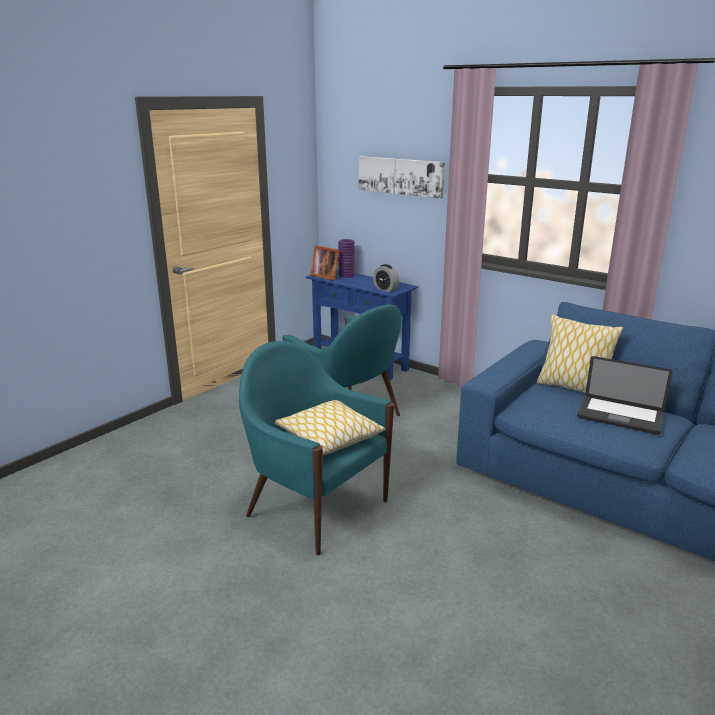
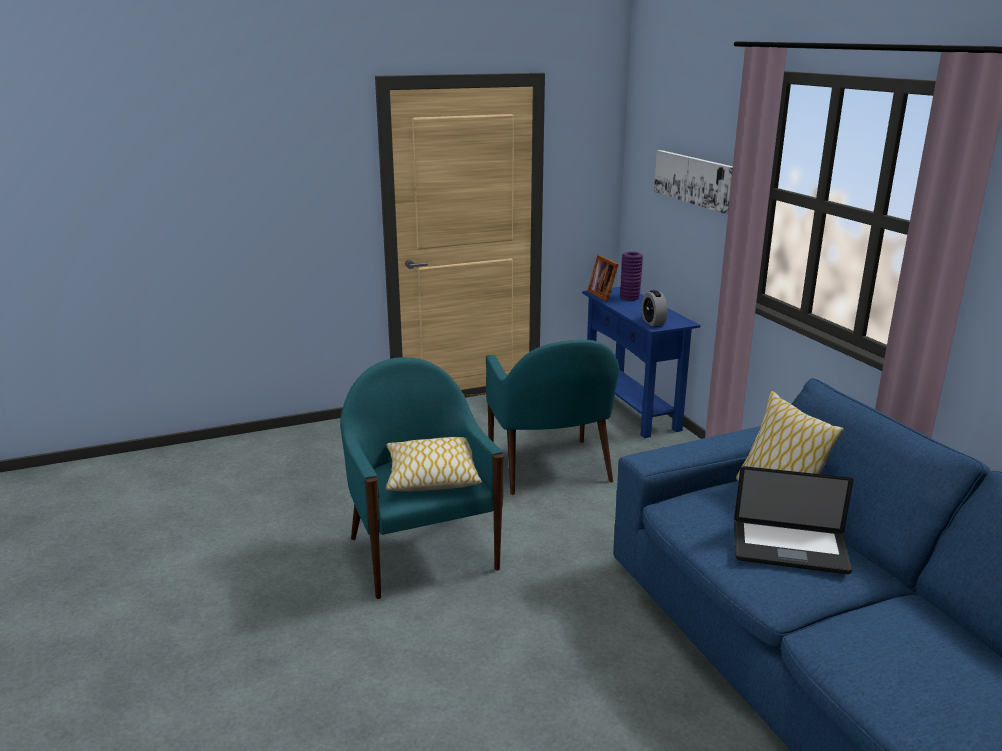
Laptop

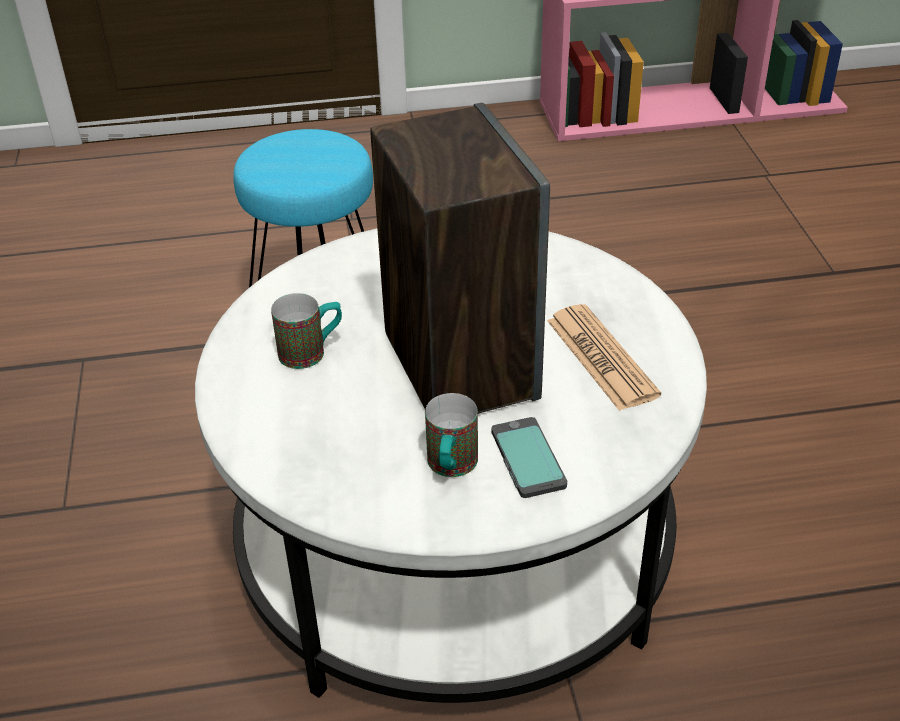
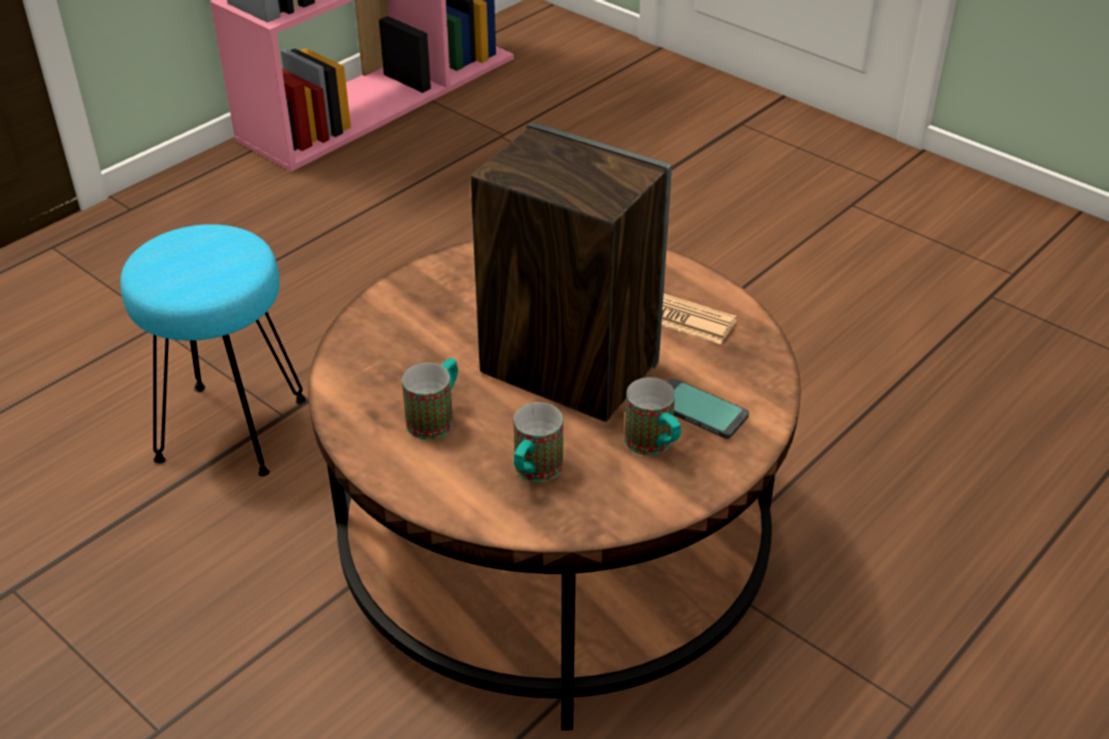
Henkelbecher (2nd from left)
Couchtisch [braun]

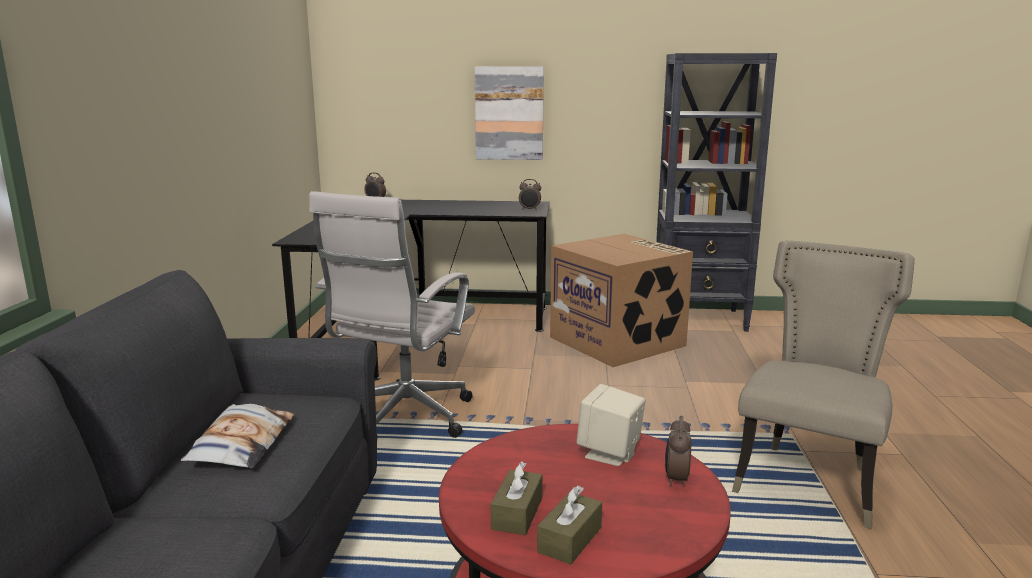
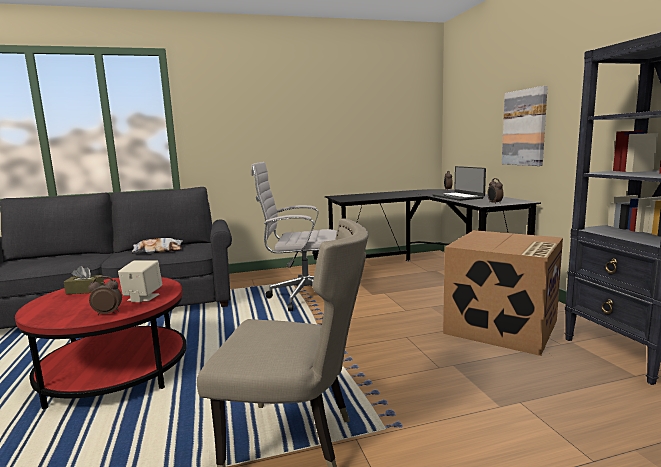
Taschentuchbox [braun] (2nd from left in the first image)
Laptop

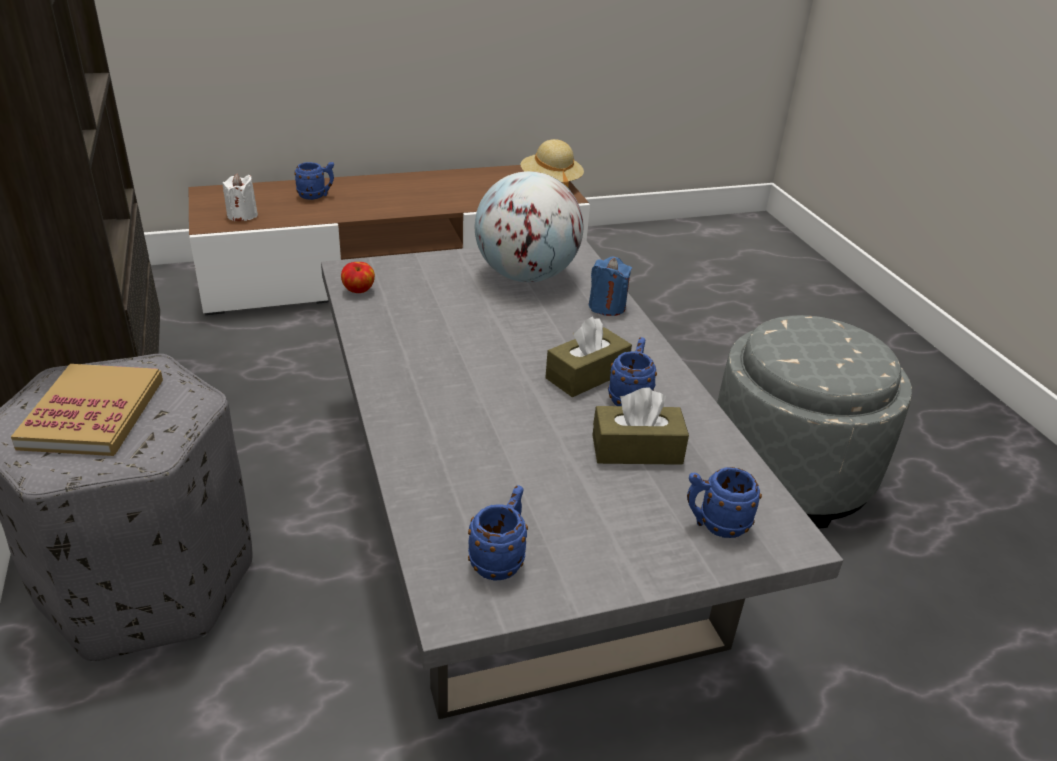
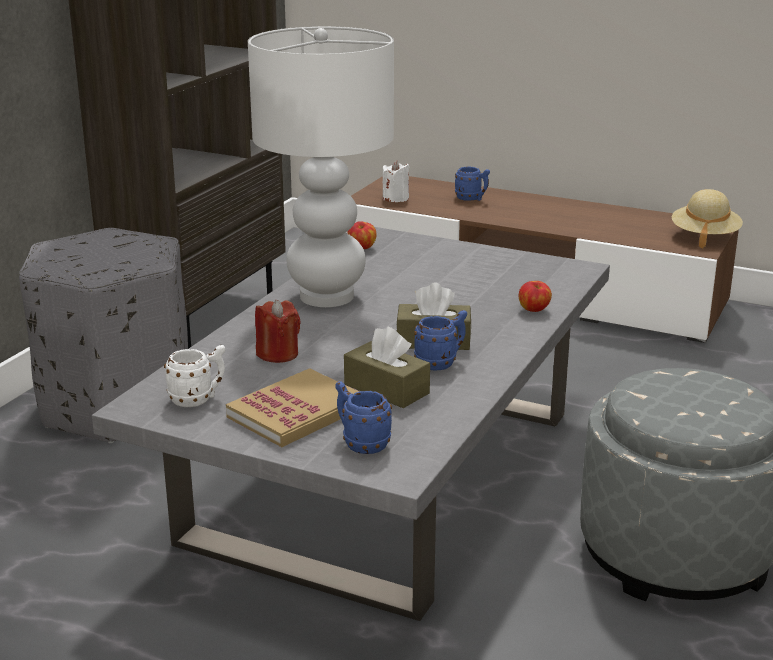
Globus
Tischlampe [weiß]
Kerze [rot]
Buch
Apfel (2nd from left)
Henkelbecher [weiß]

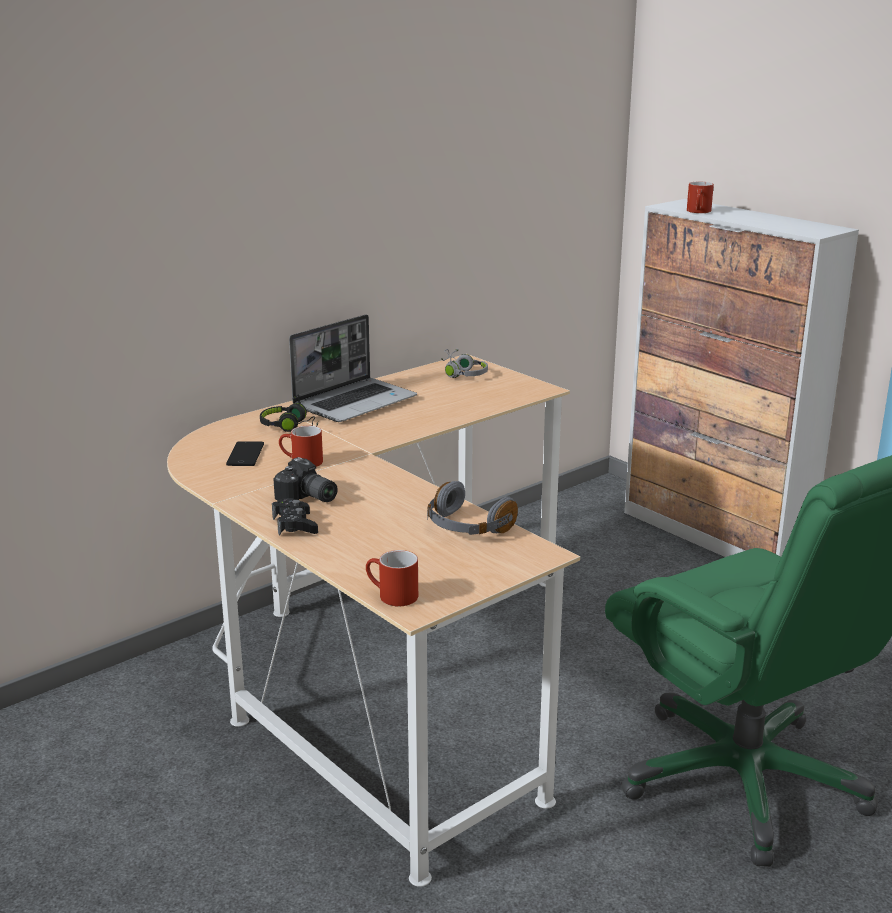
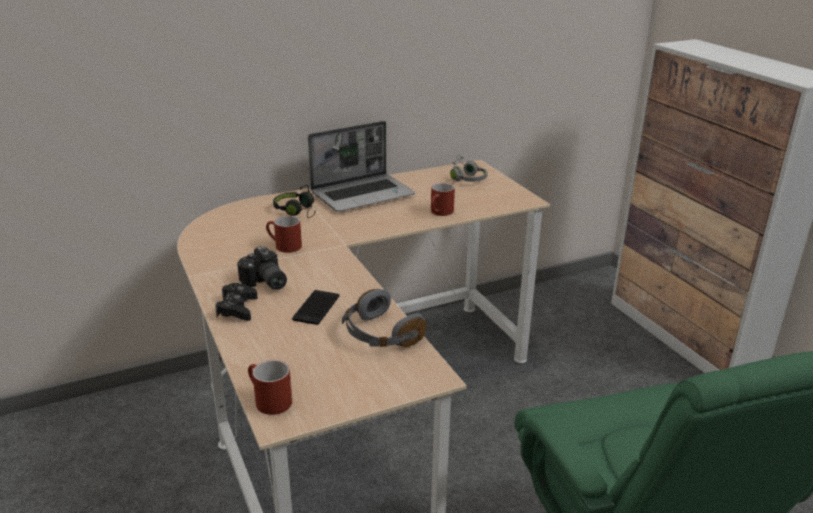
Handy
Henkelbecher [rot] (3rd from left)

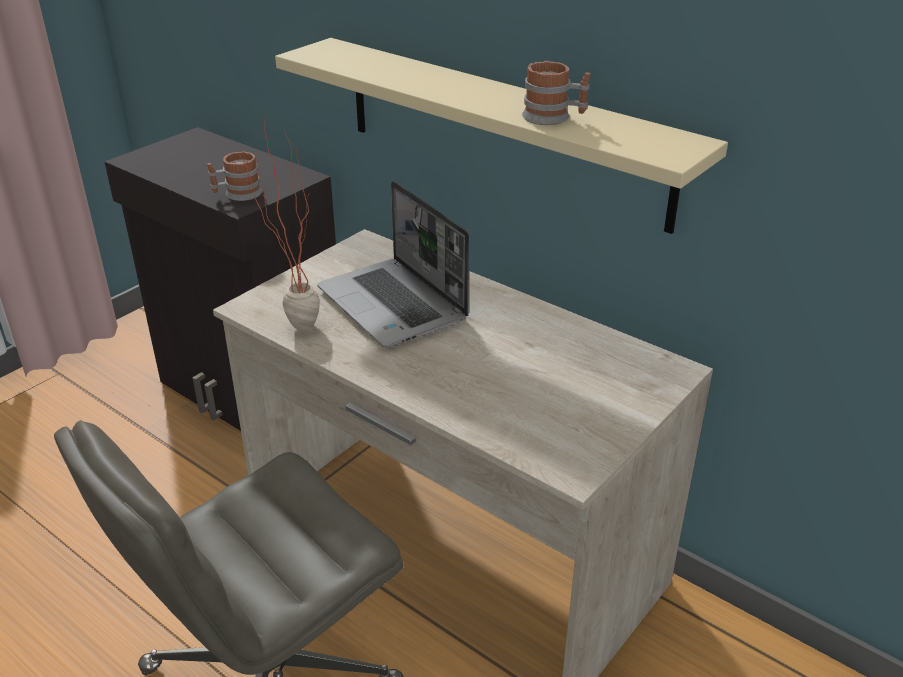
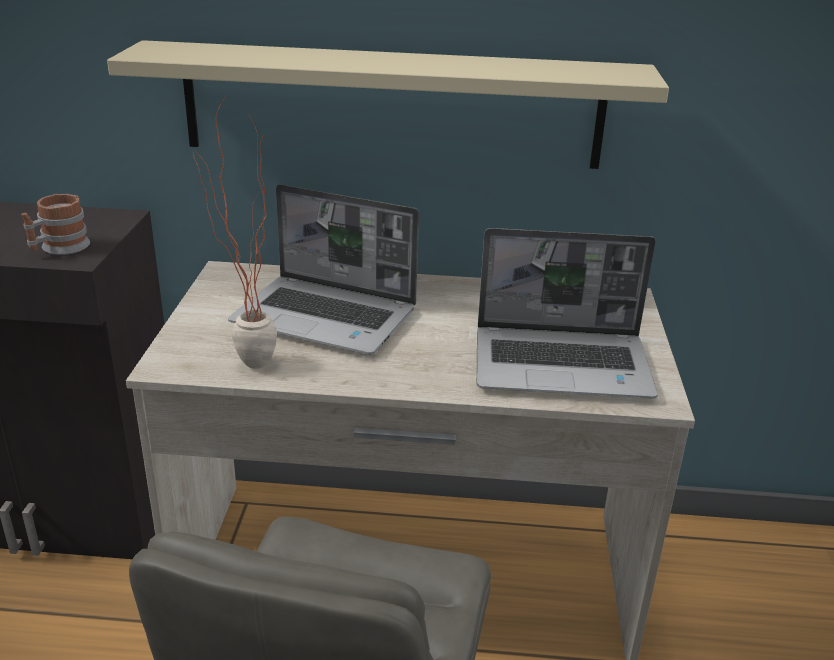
Henkelbecher (2nd from left in the first image)
Laptop (2nd from left)

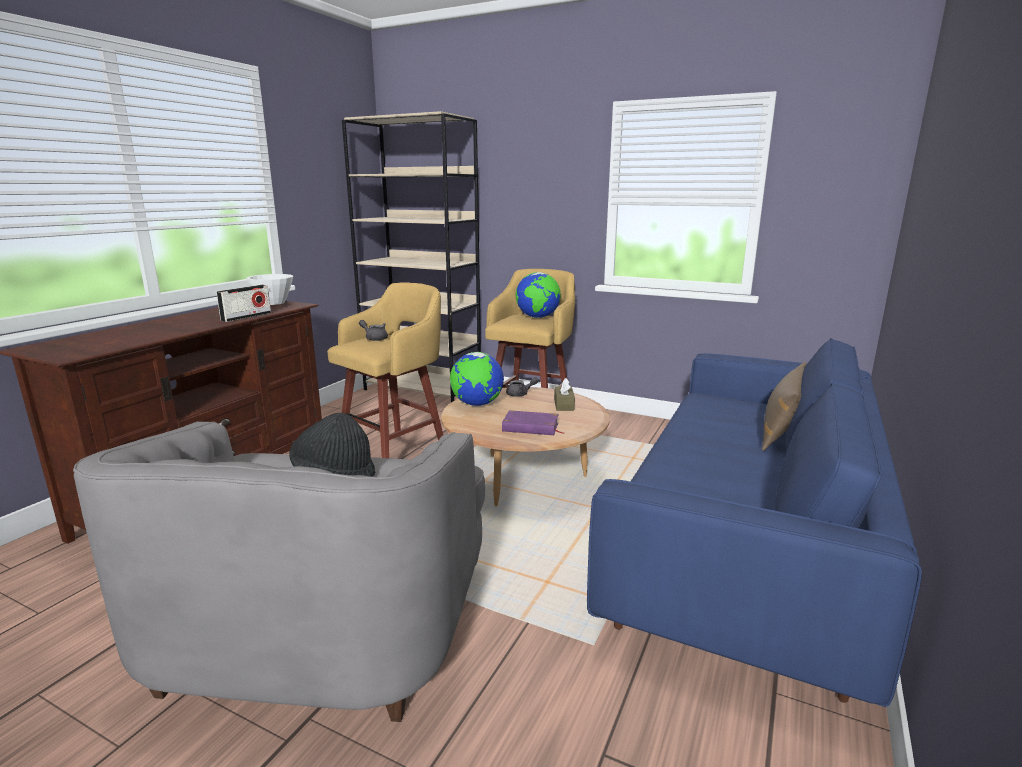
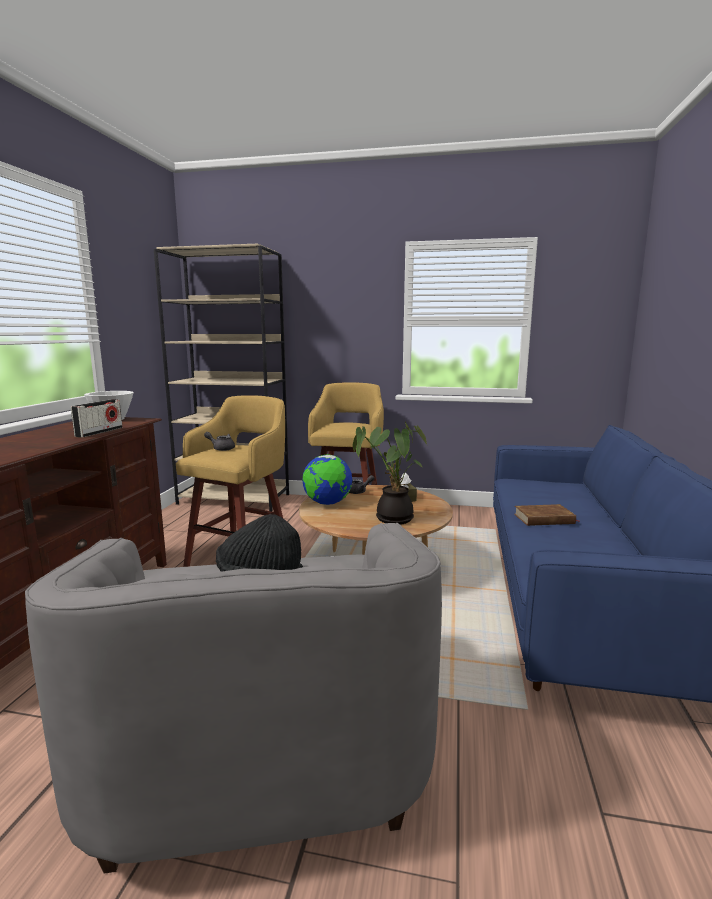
Globus (2nd from left in the first image)
Kissen [braun]
Buch [braun]
Topfpflanze

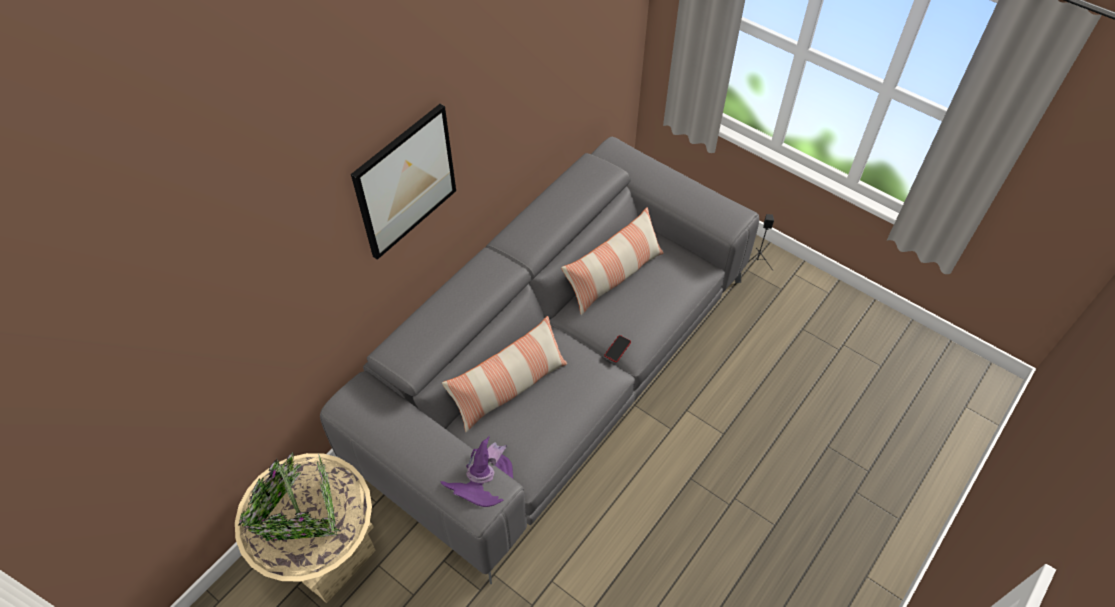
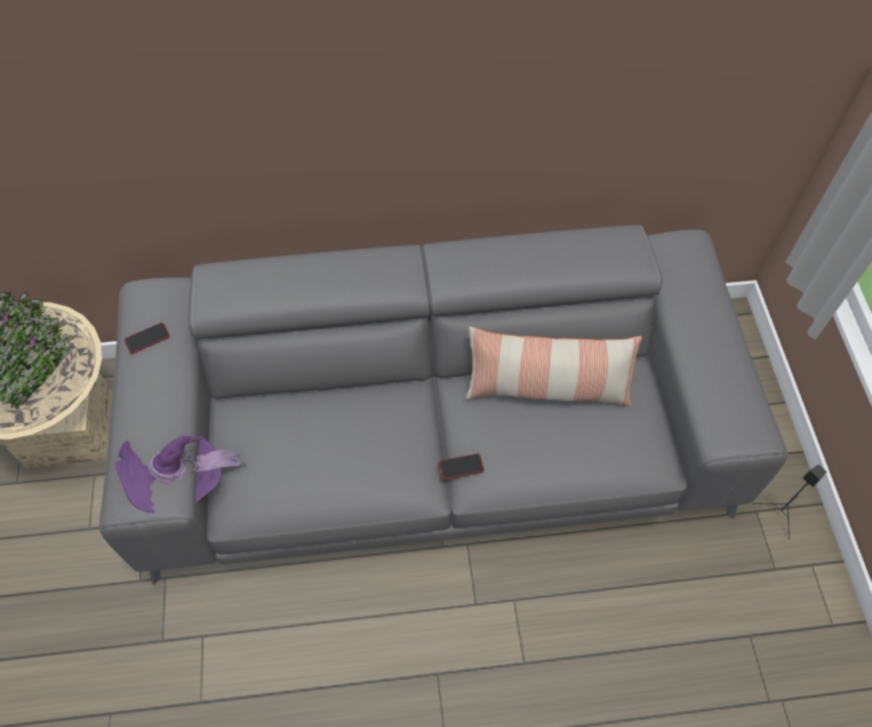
Bild
Kissen (1st from left in the first image)
Handy (1st from left)

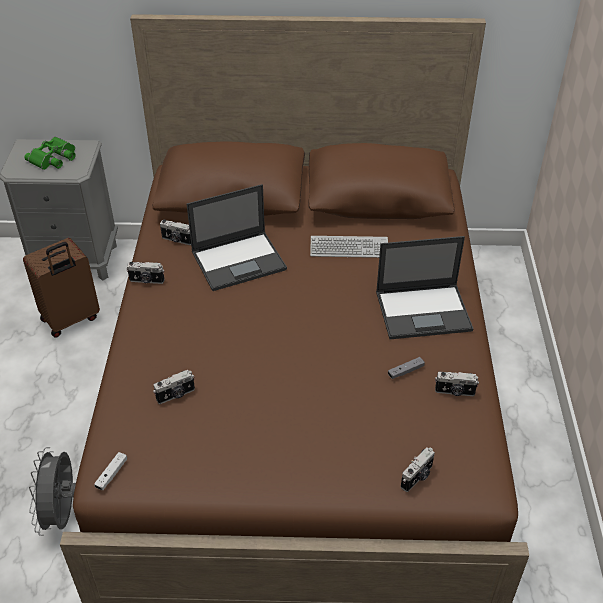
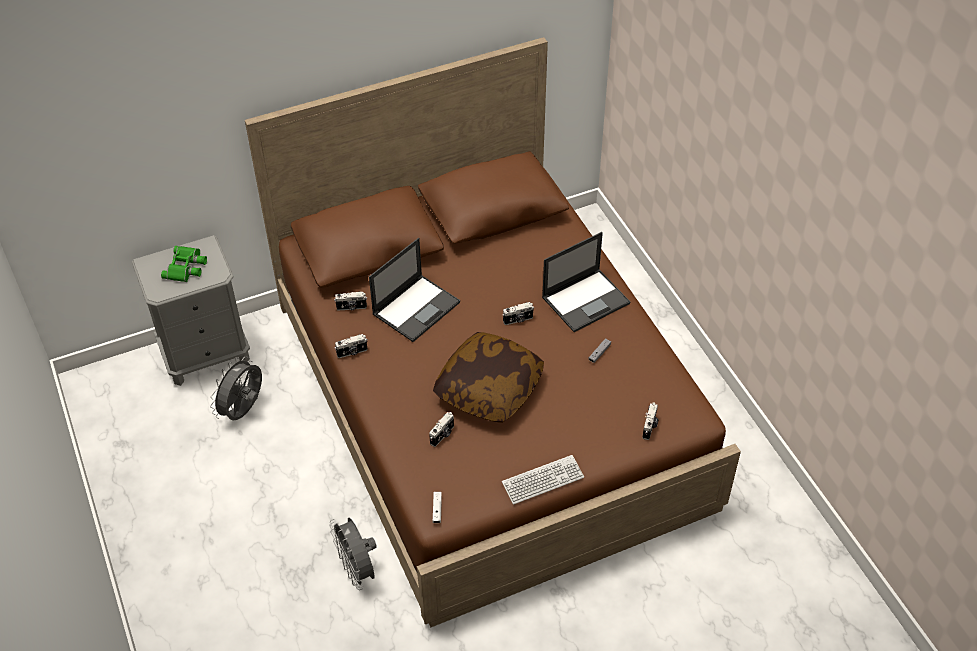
Kissen
Tastatur
Kamera (4th from left)
Ventilator [grau] (1st from left)

